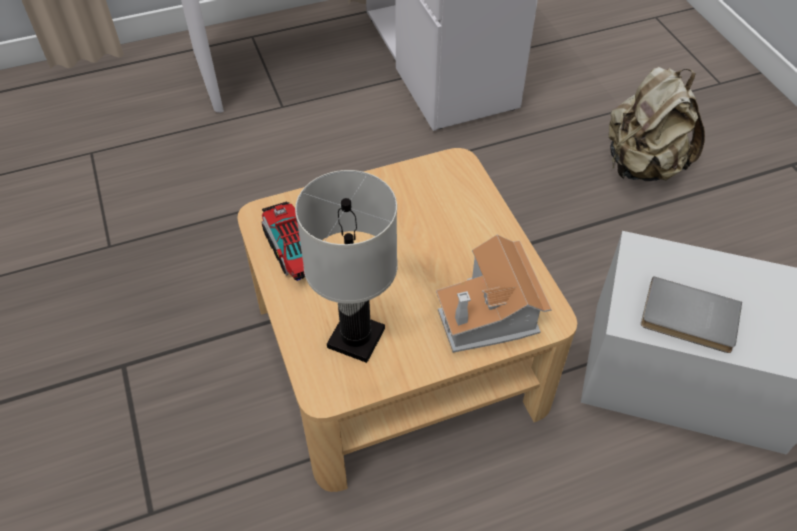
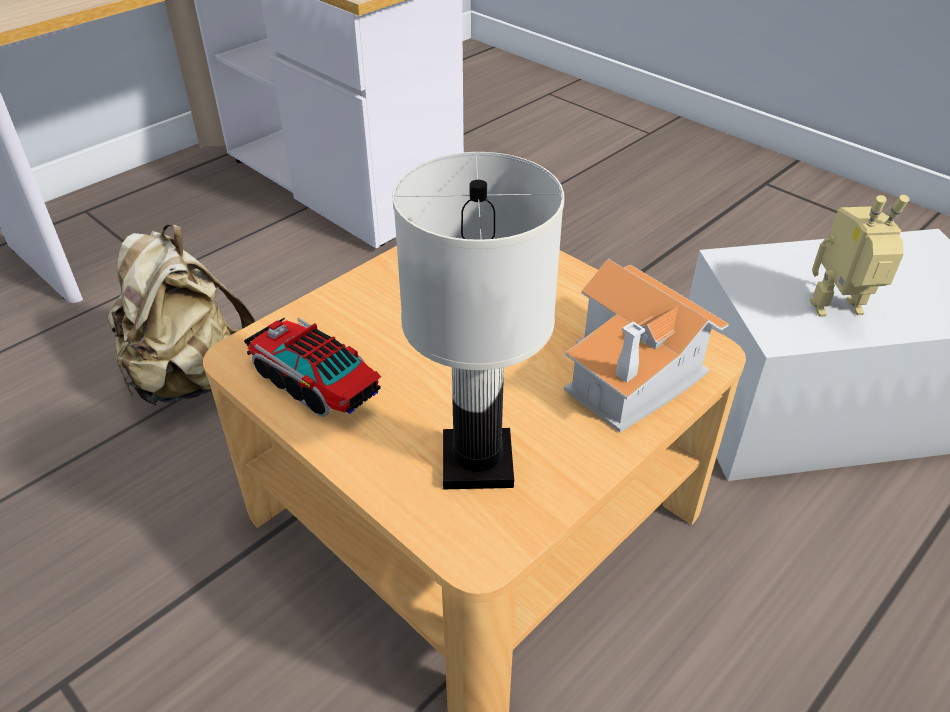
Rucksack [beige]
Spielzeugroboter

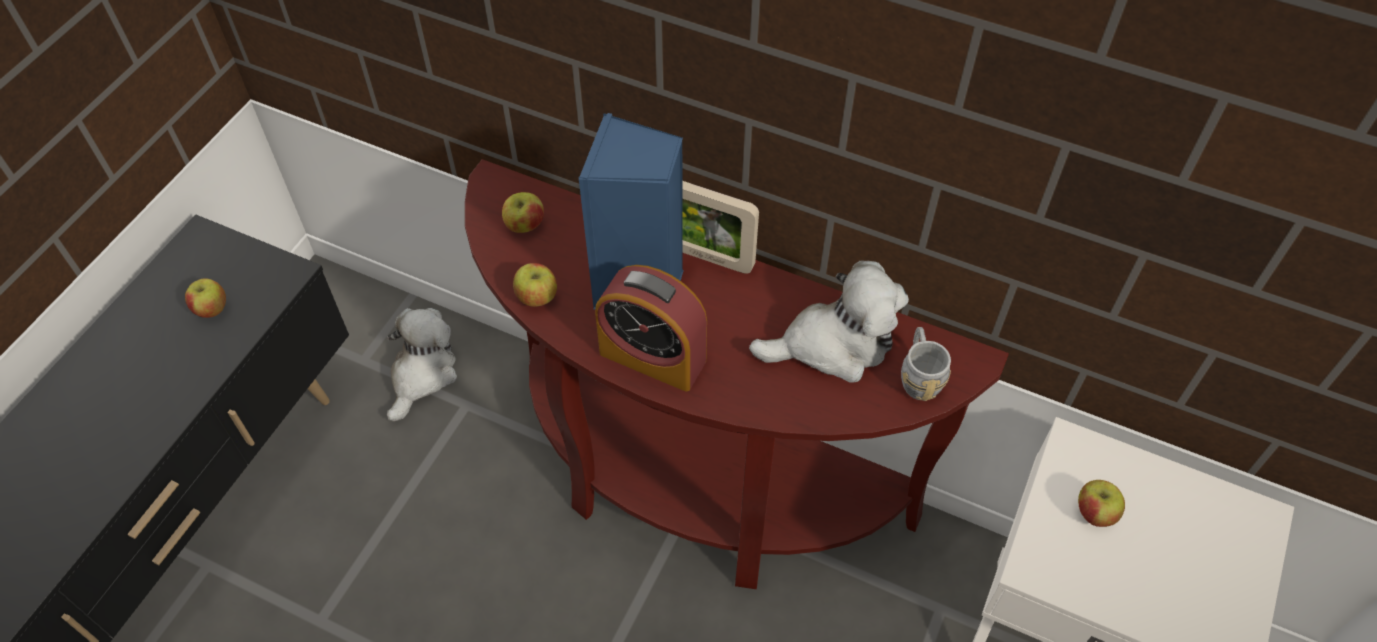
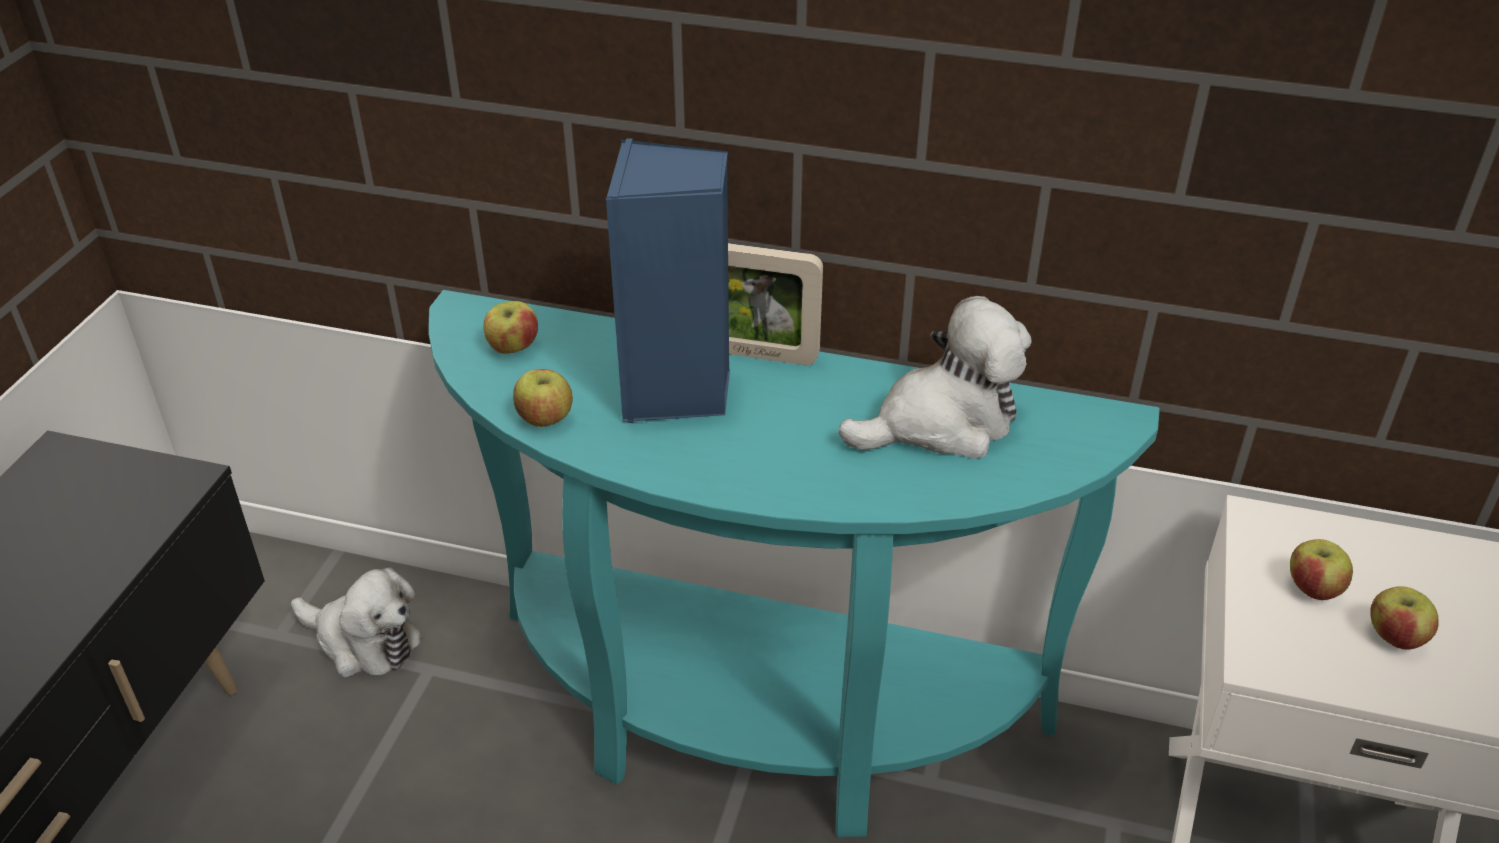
Wecker
Henkelbecher [grau]
Apfel (4th from left)
Konsolentisch [türkis]
Plüschtier (1st from left)

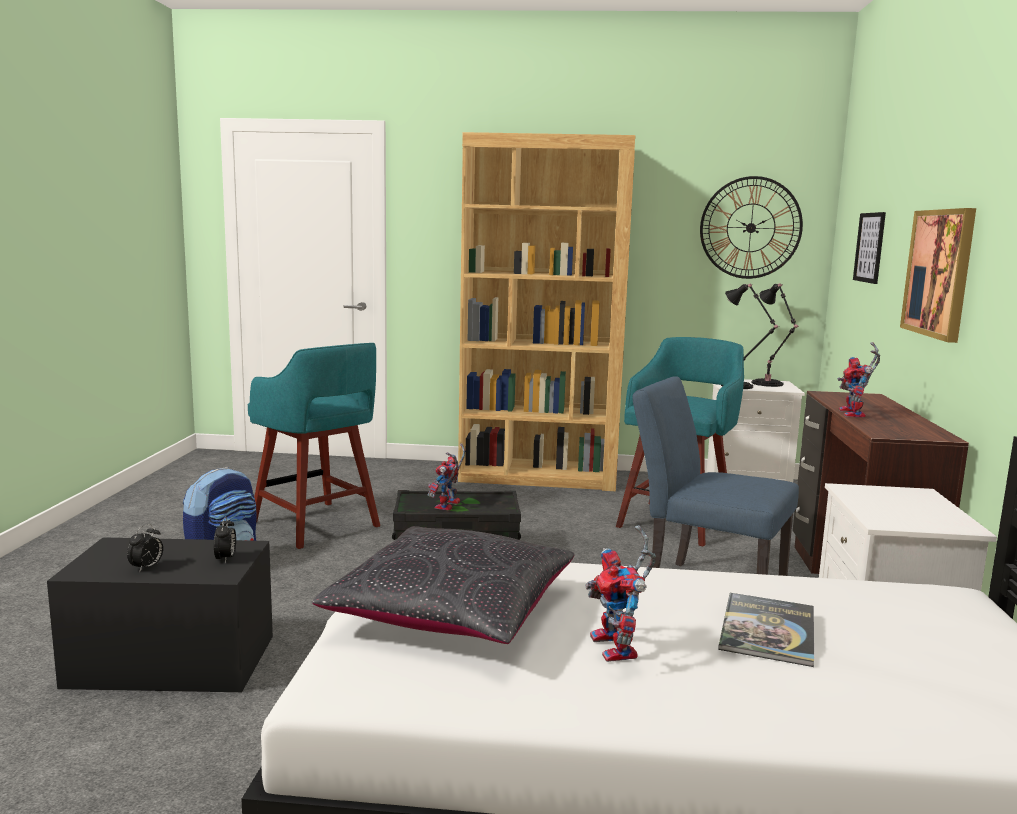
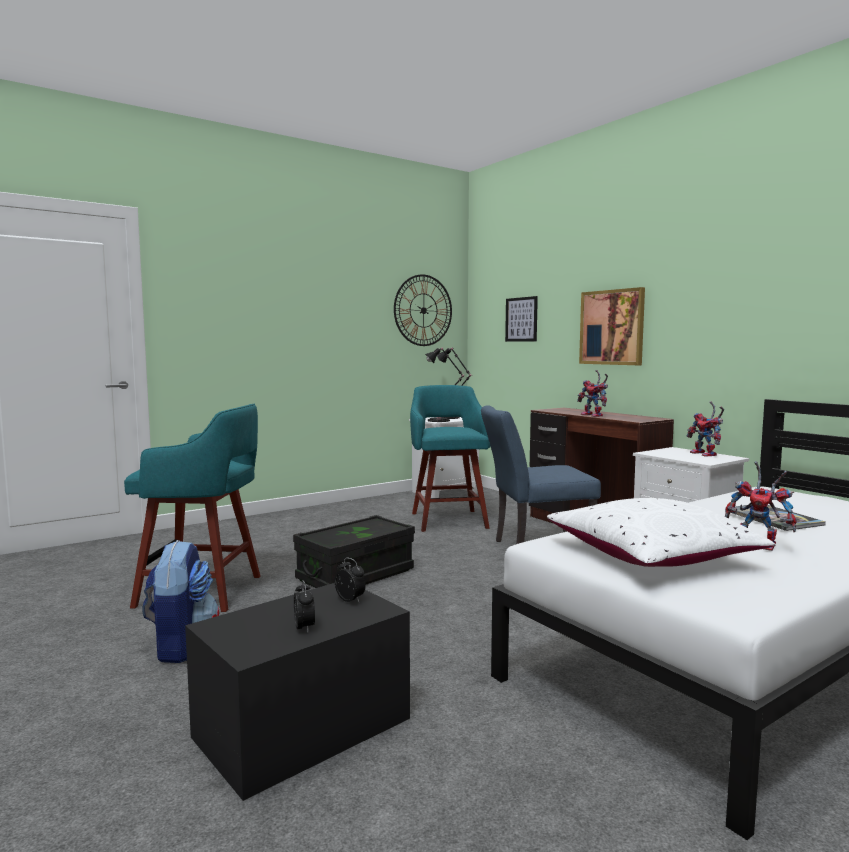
Bücherregal [braun]
Spielzeugroboter (2nd from left)
Kissen [weiß]

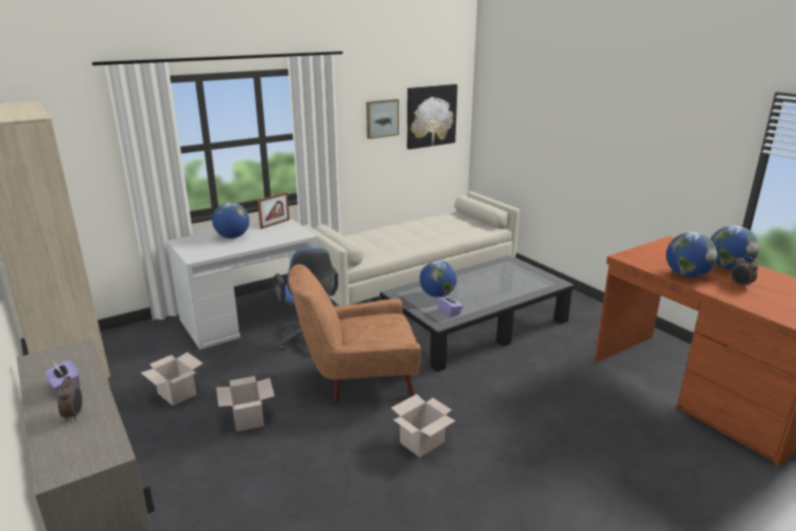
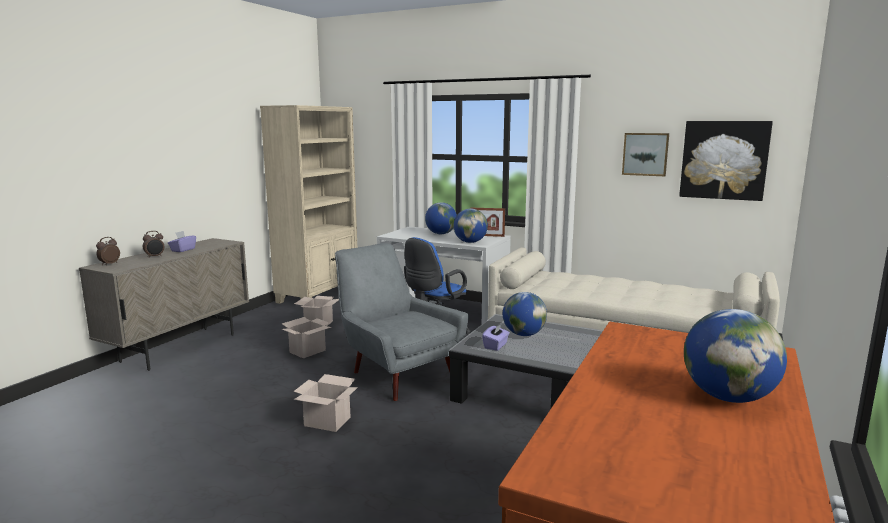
Globus (2nd from left)
Wecker (1st from left)
Sessel [grau]

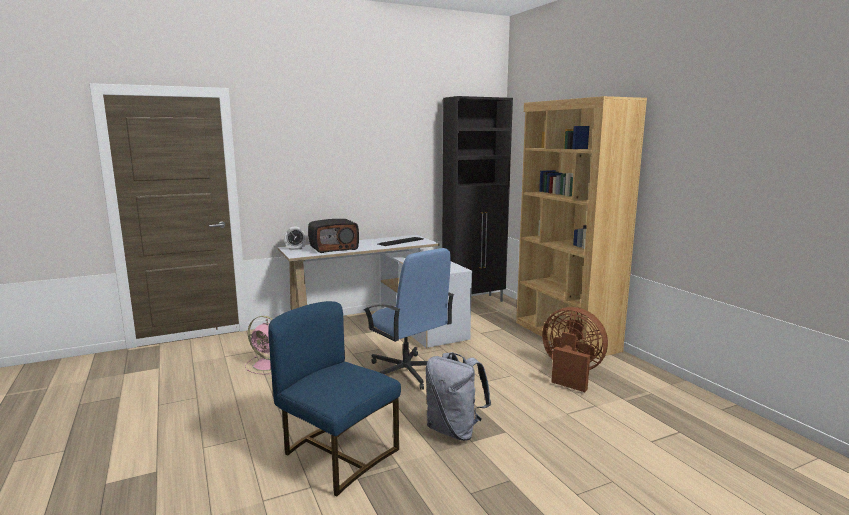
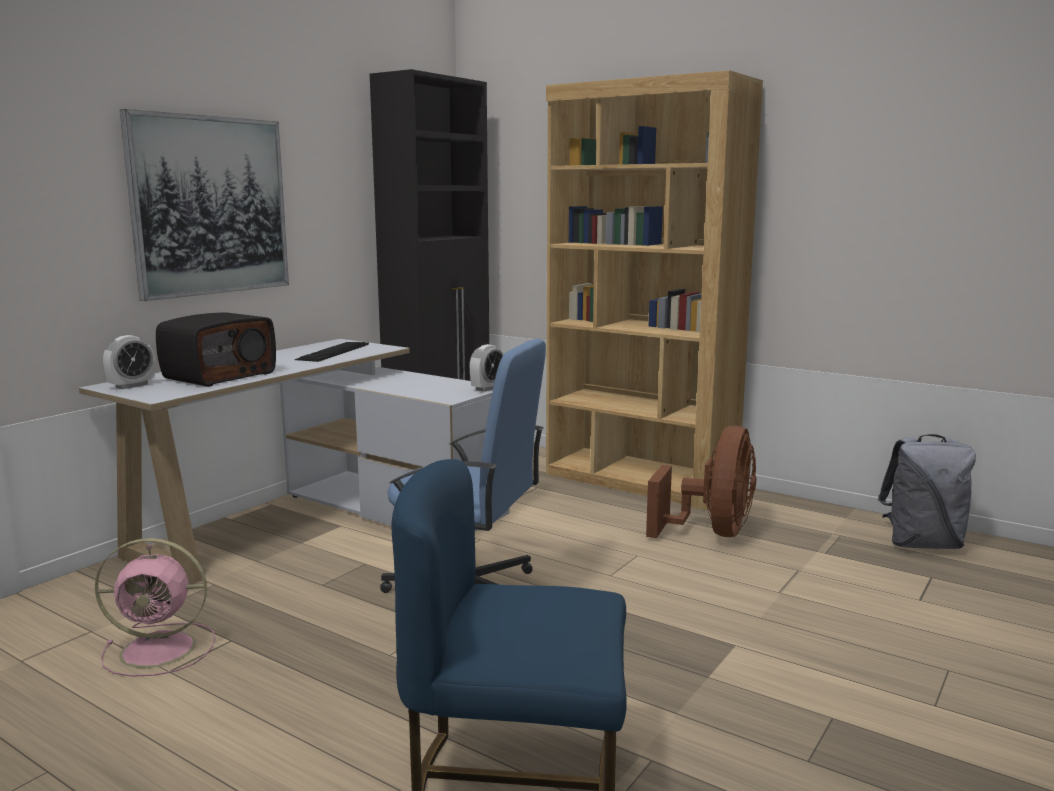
Bild
Wecker (2nd from left)
Rucksack [grau]
Ventilator [braun]

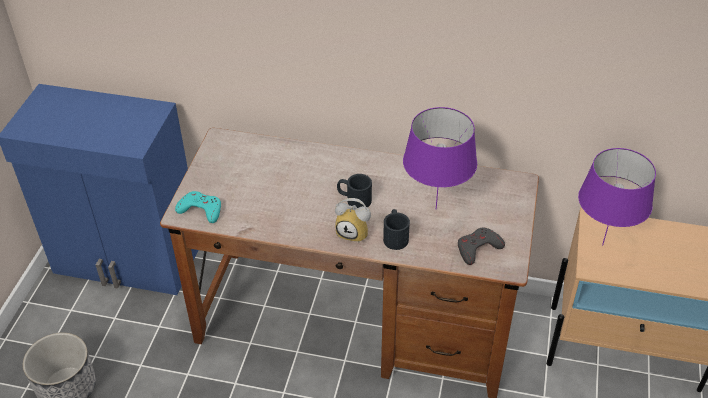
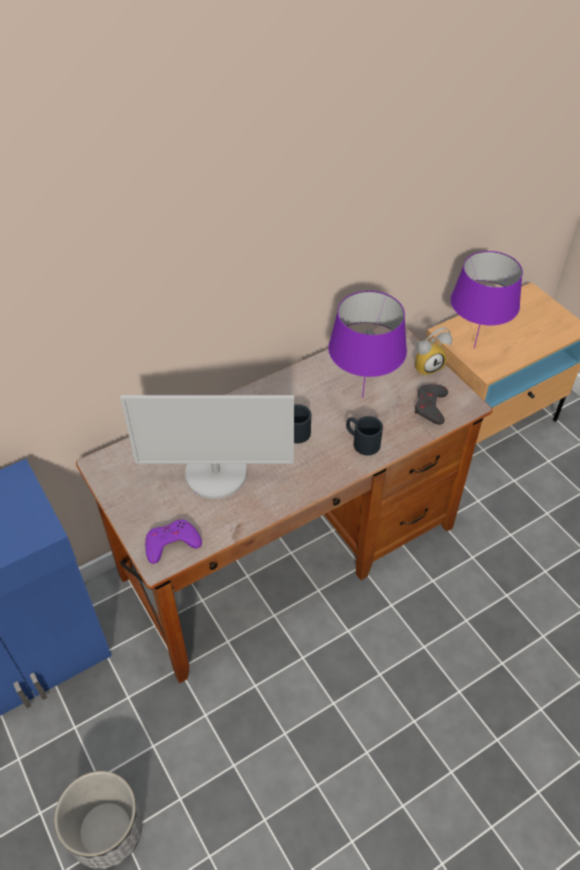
Monitor
Wecker
Gamepad [lila]

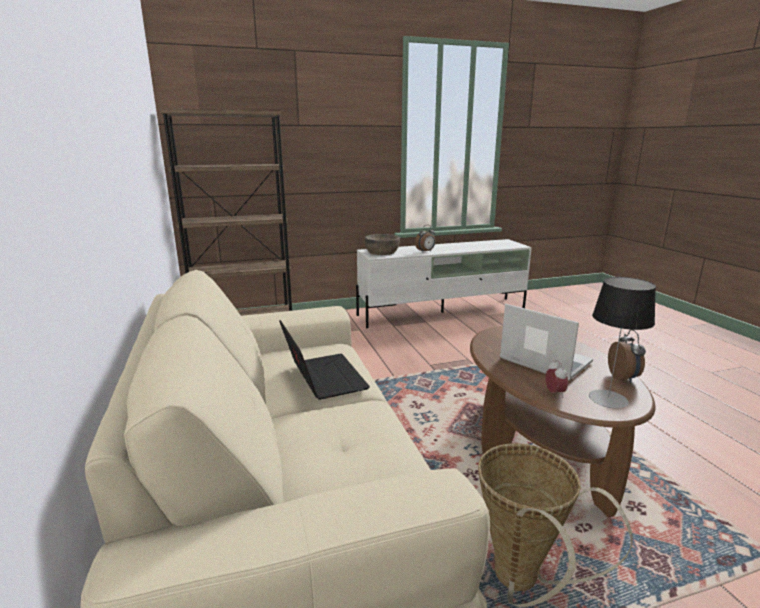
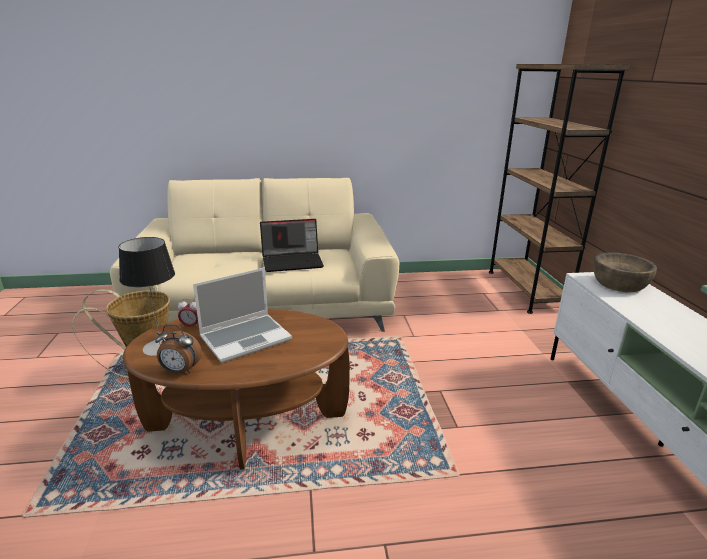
Wecker (1st from left in the first image)

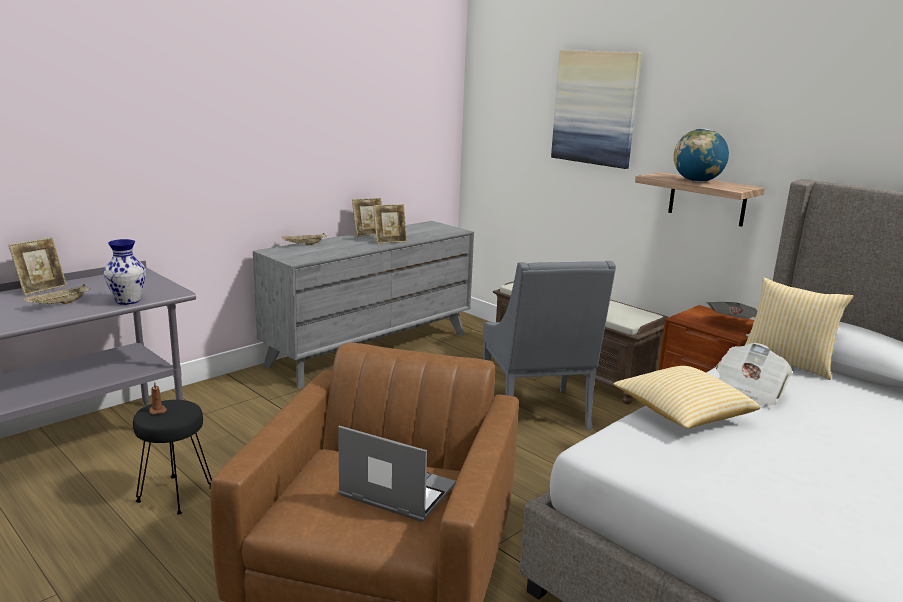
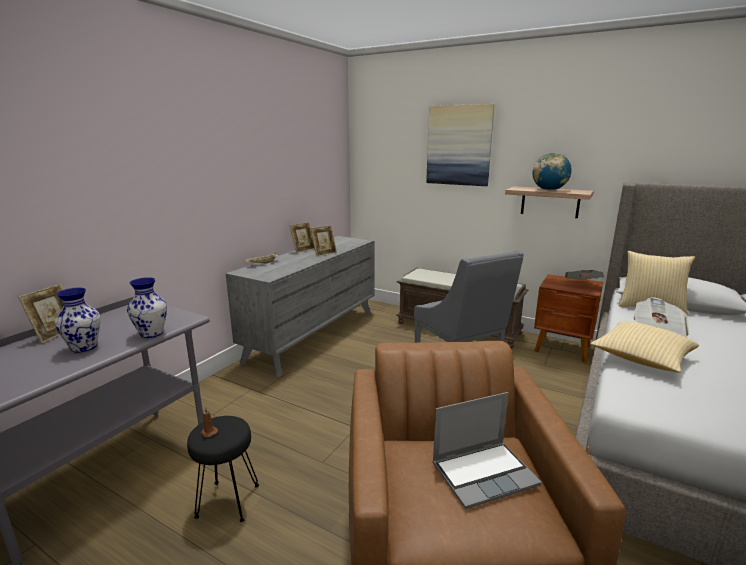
Vase (1st from left)
Laptop

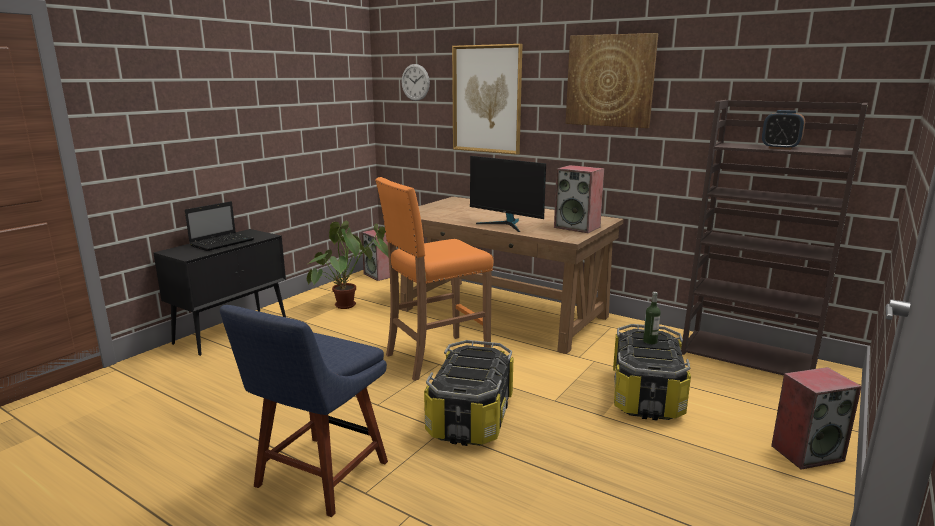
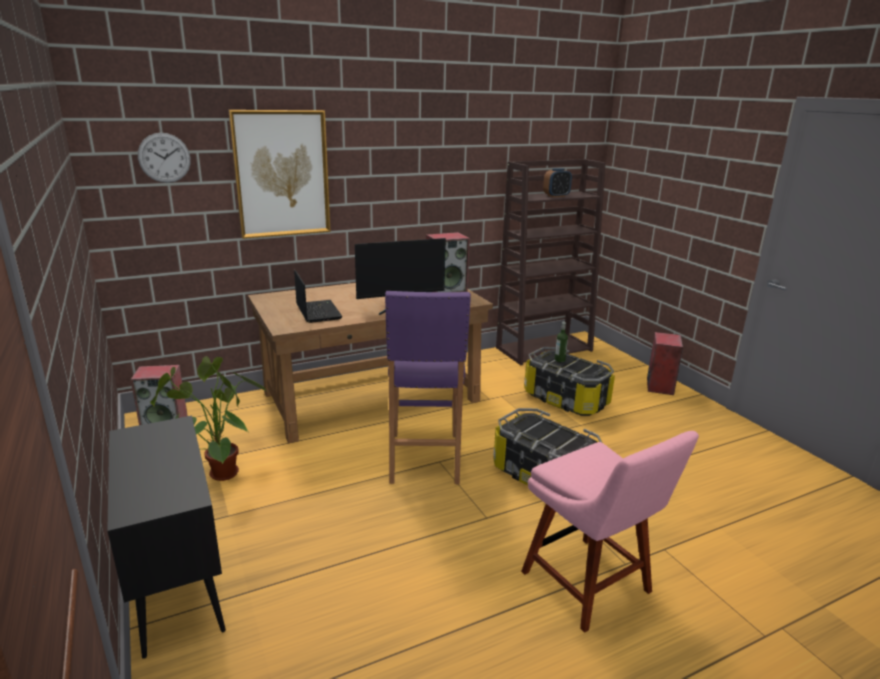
Bild (2nd from left in the first image)
Laptop
Stuhl [rosa]
Hocker [lila]

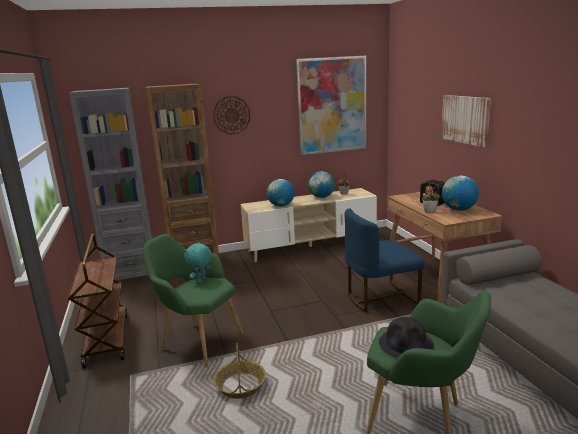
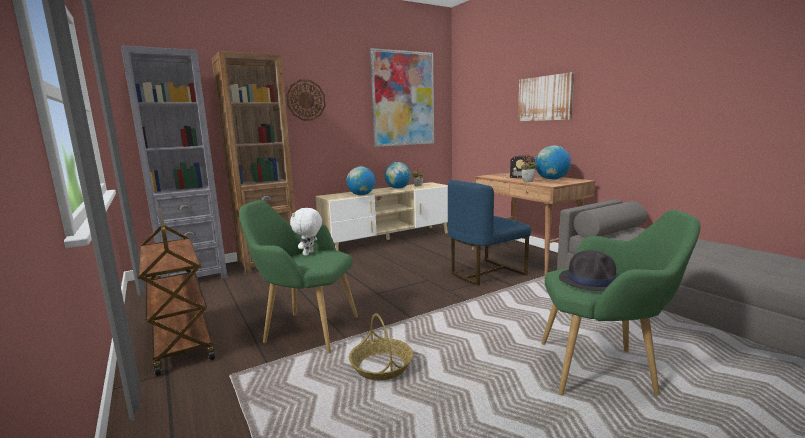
Plüschtier [weiß]

